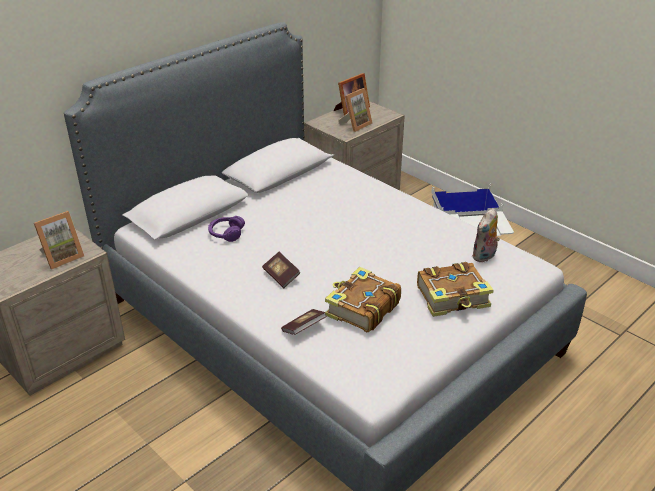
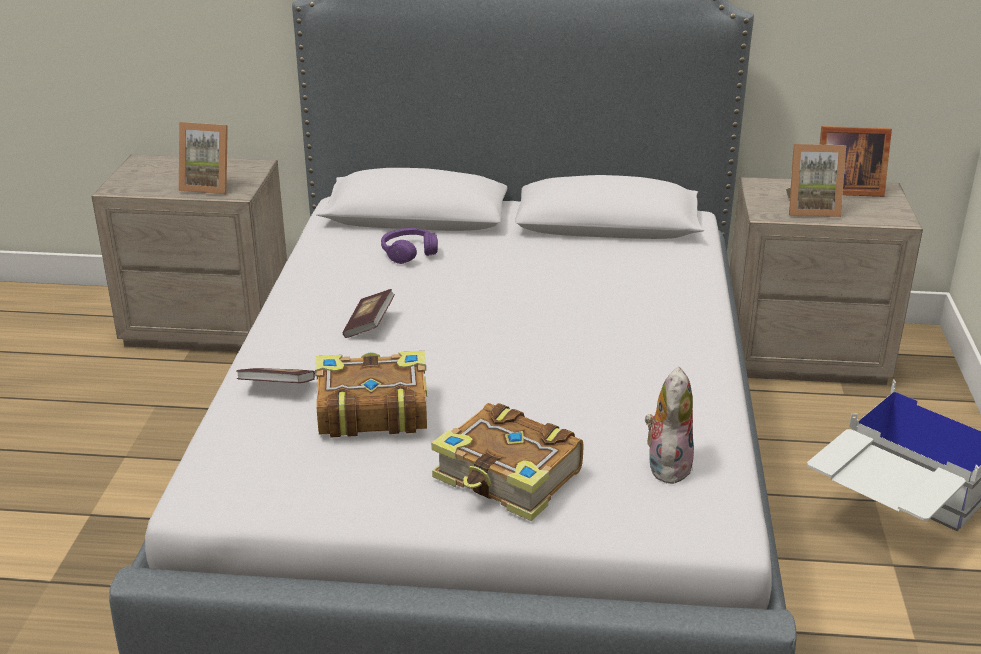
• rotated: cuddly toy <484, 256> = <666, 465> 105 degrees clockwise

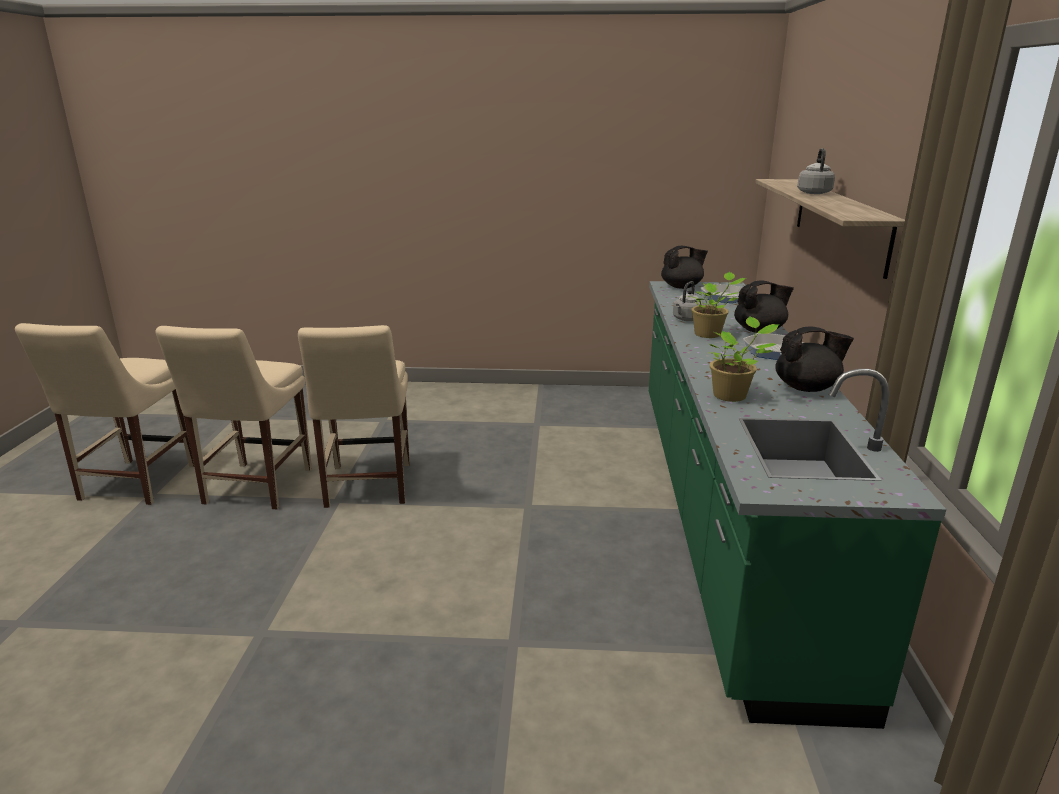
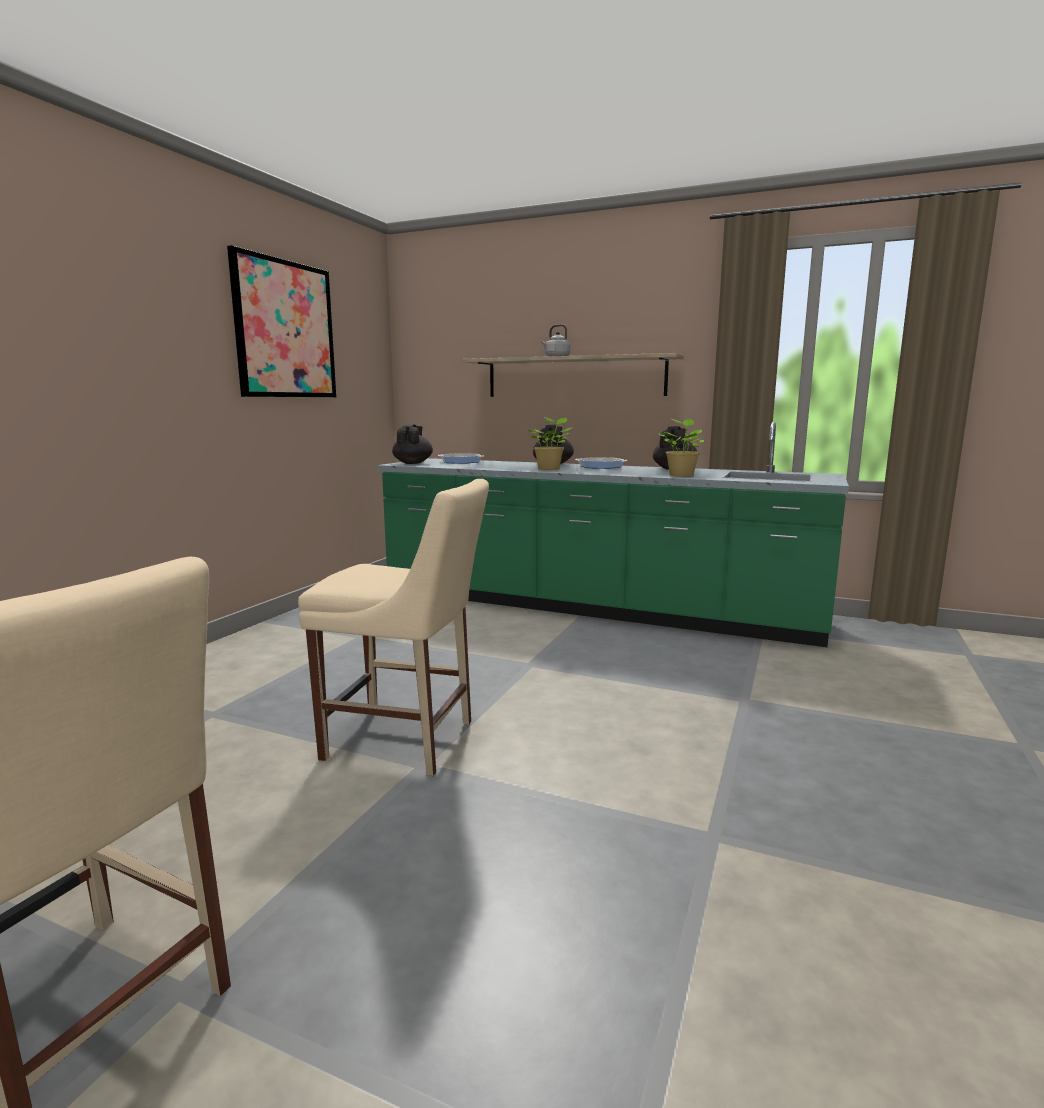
• new: picture <285, 330>
• gone: plain chair/beige <255, 488>
• gone: water kettle/gray <686, 319>

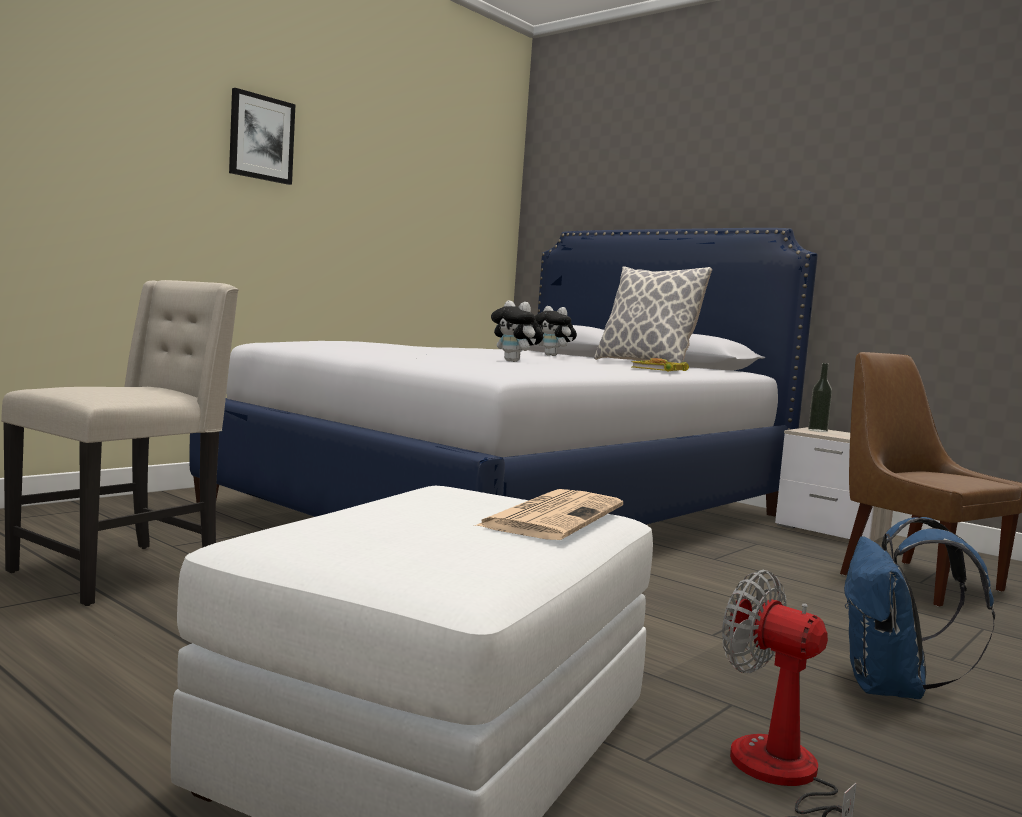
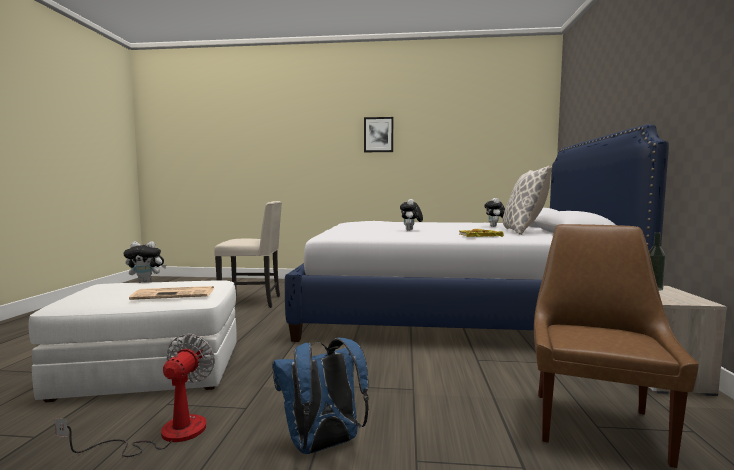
• new: cuddly toy <146, 281>

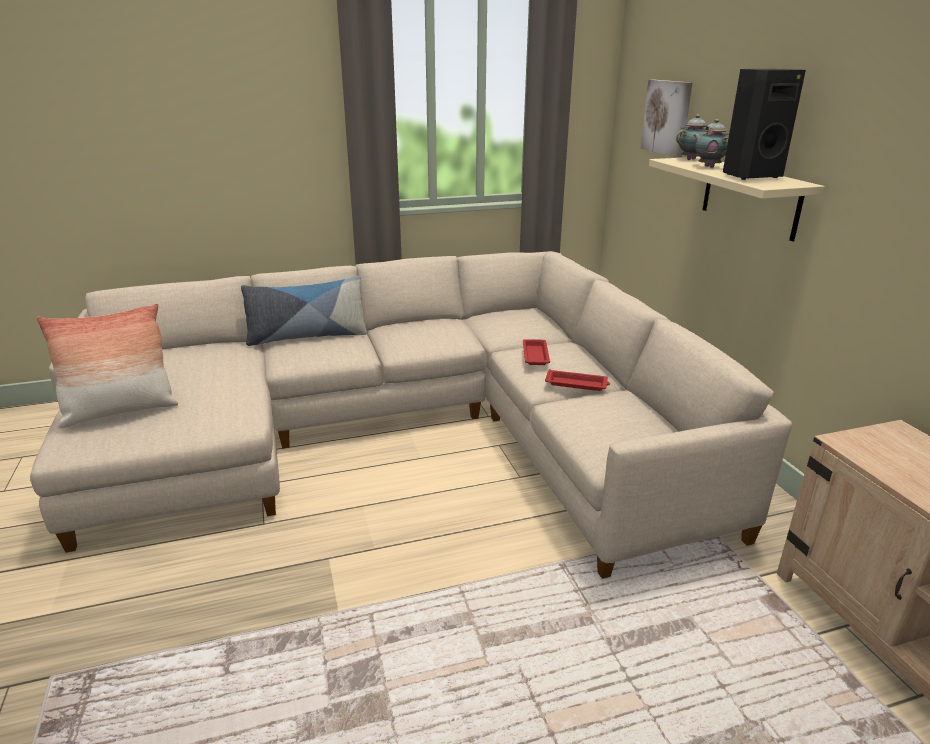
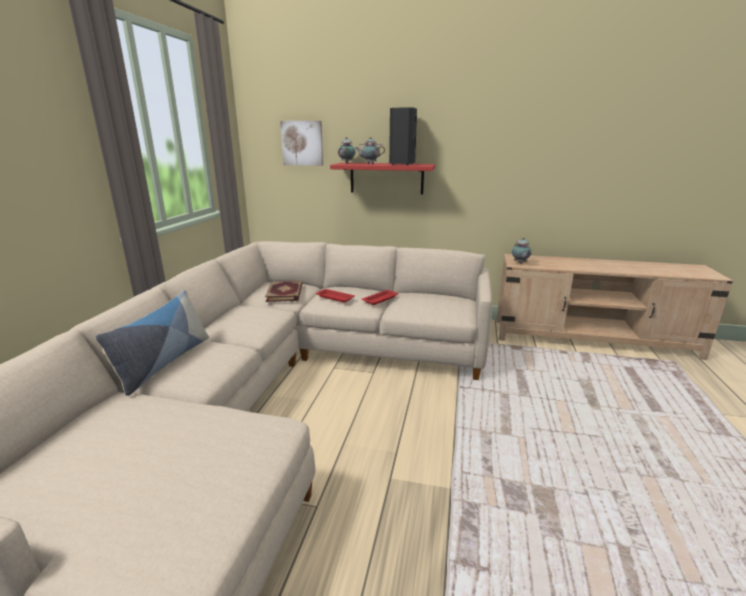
• new: volume <285, 293>
• repainted: shelf/beige <750, 197> to shelf/reddish <386, 178>
• new: teapot <520, 263>
• gone: throw pillow <121, 411>

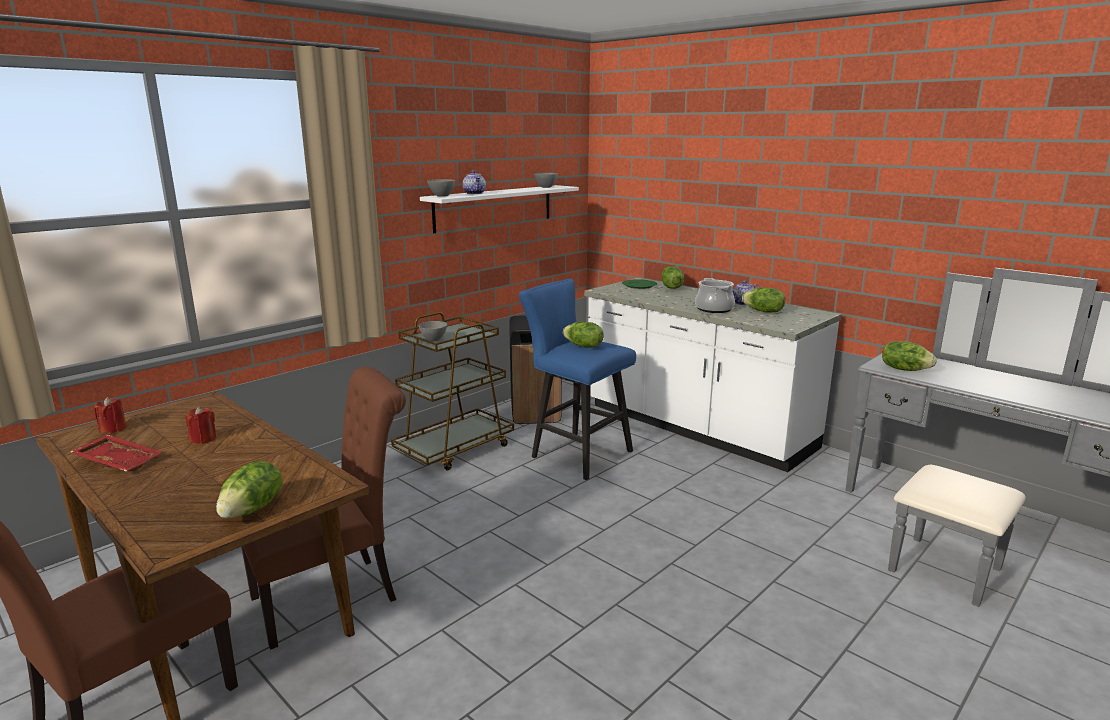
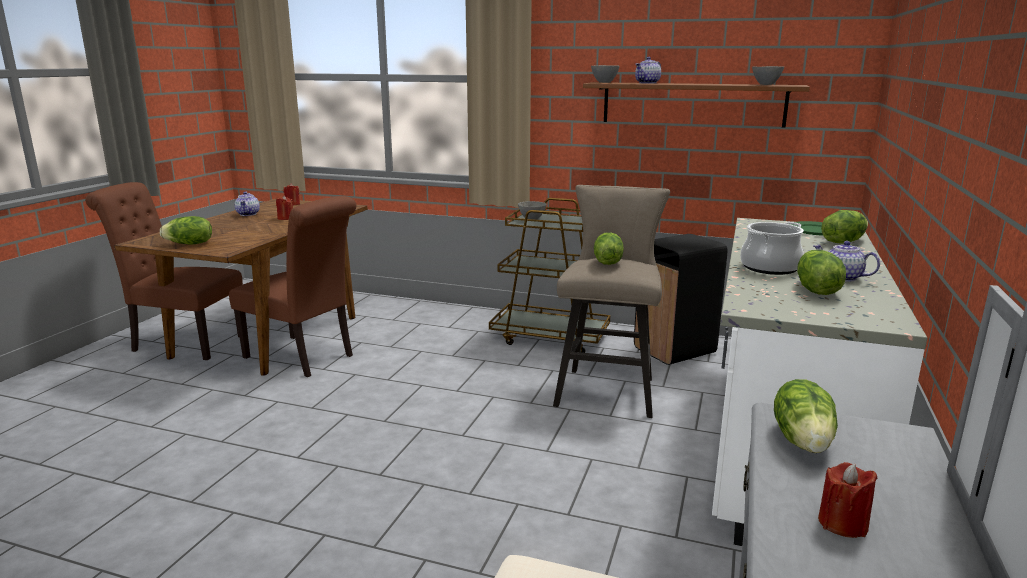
• swapped: serving tray/reddish <120, 461> to teapot <248, 214>
• repainted: stool/bluish <575, 453> to stool/beige <608, 389>
• repainted: shelf/white-coloured <494, 208> to shelf/brown <692, 104>
• new: wax candle/reddish <842, 523>

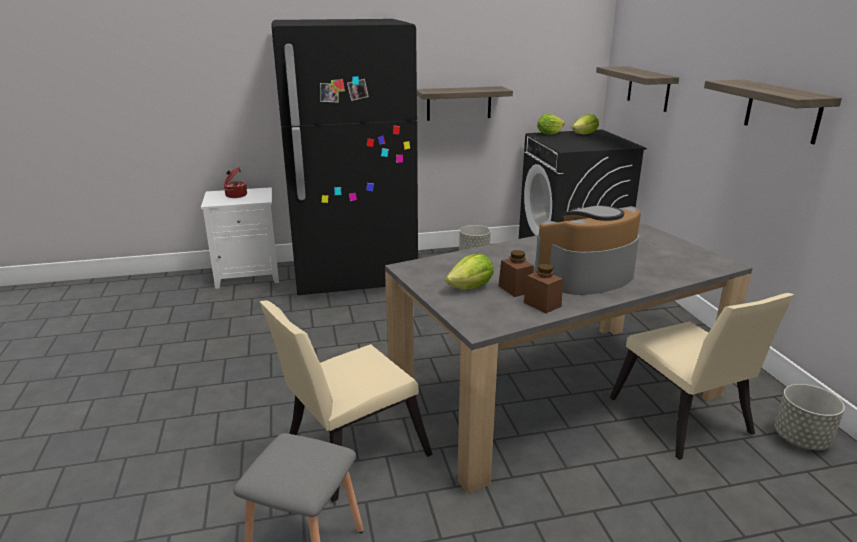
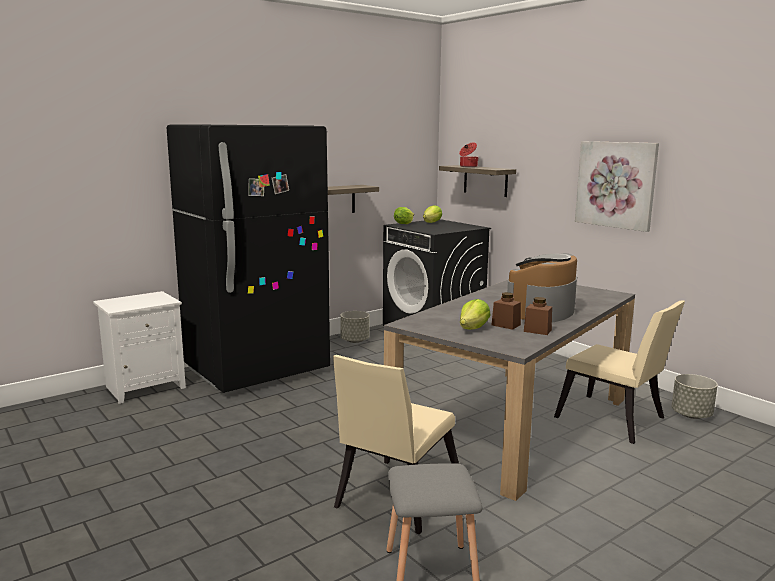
• shifted: stockpot <235, 195> to <468, 166>
• swapped: shelf <782, 111> to picture <616, 184>

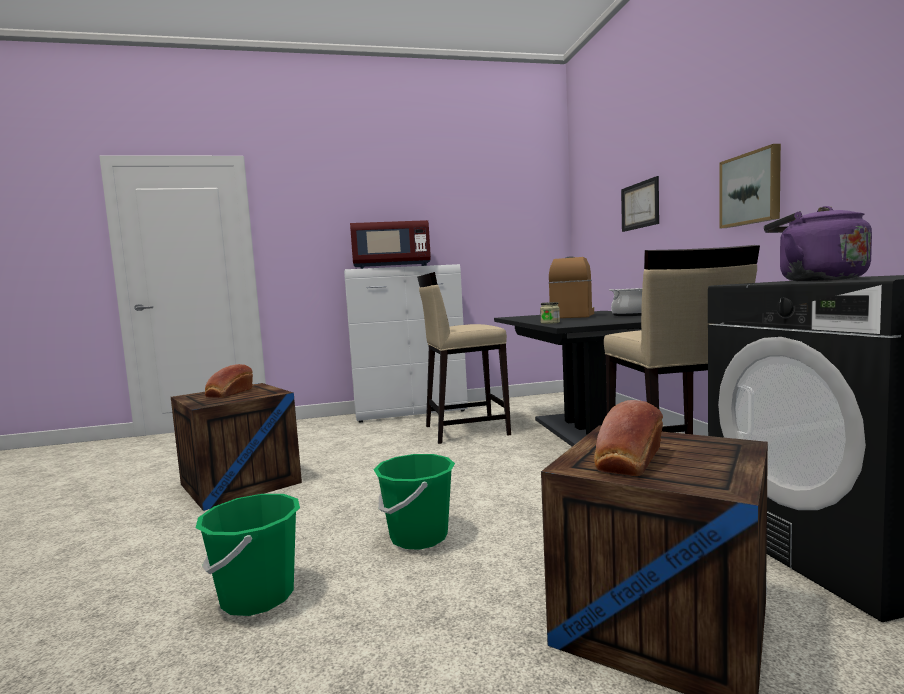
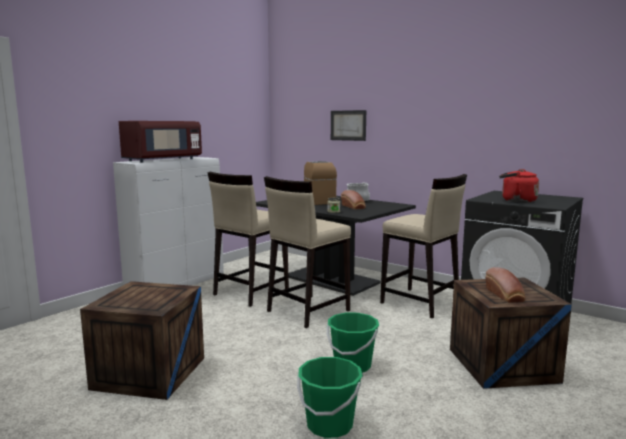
• new: stool/beige <307, 311>
• shifted: bread <228, 393> to <353, 207>
• repainted: water kettle/purplish <816, 280> to water kettle/reddish <516, 201>
• gone: picture <751, 189>

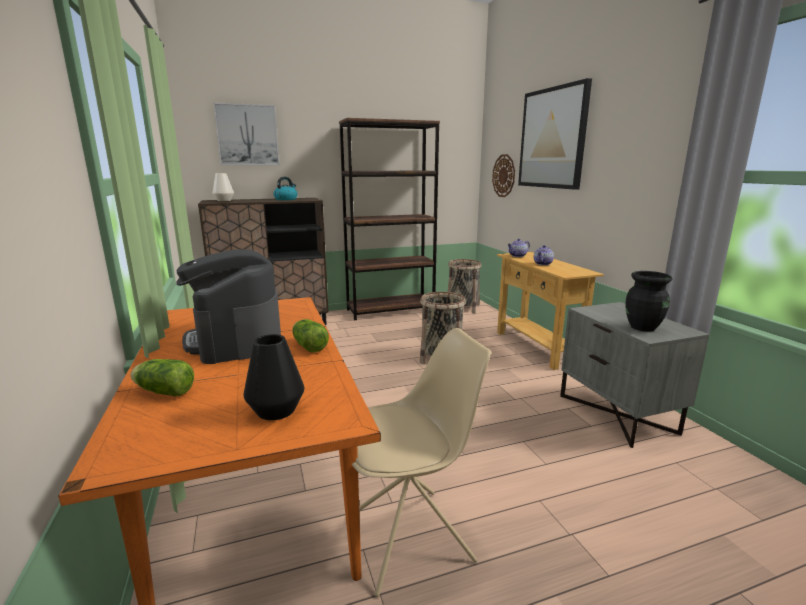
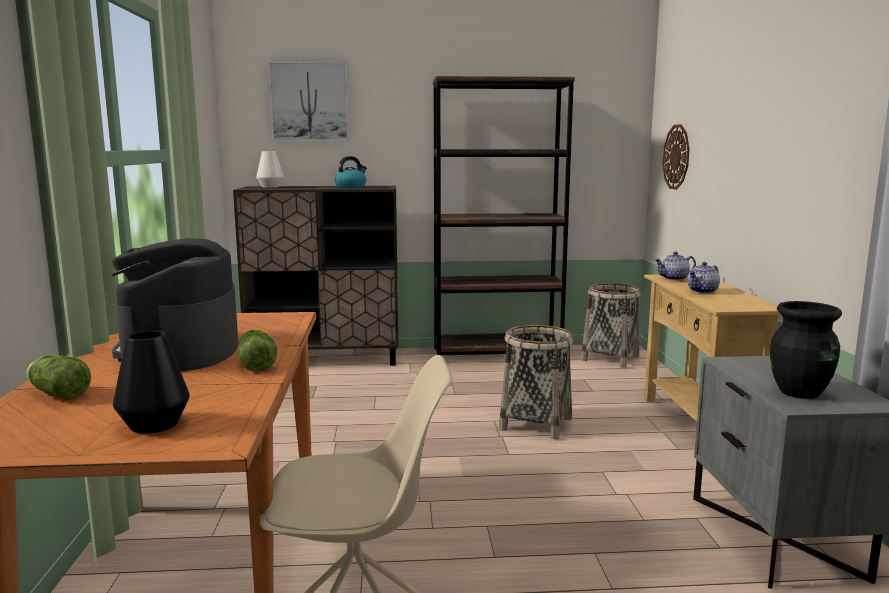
• gone: picture <552, 138>

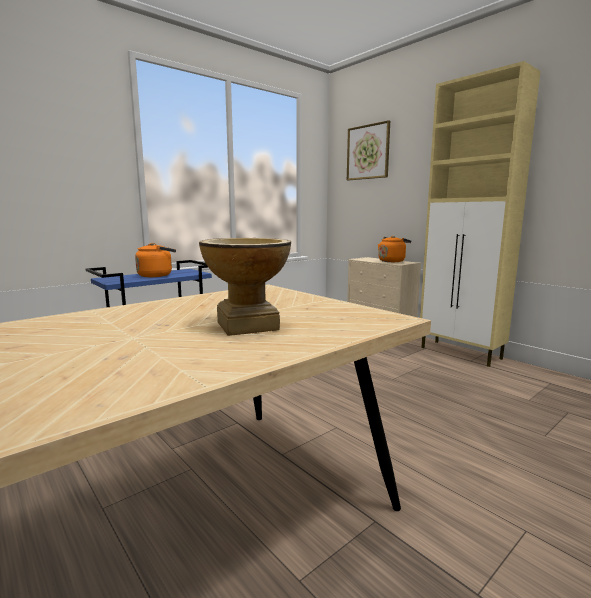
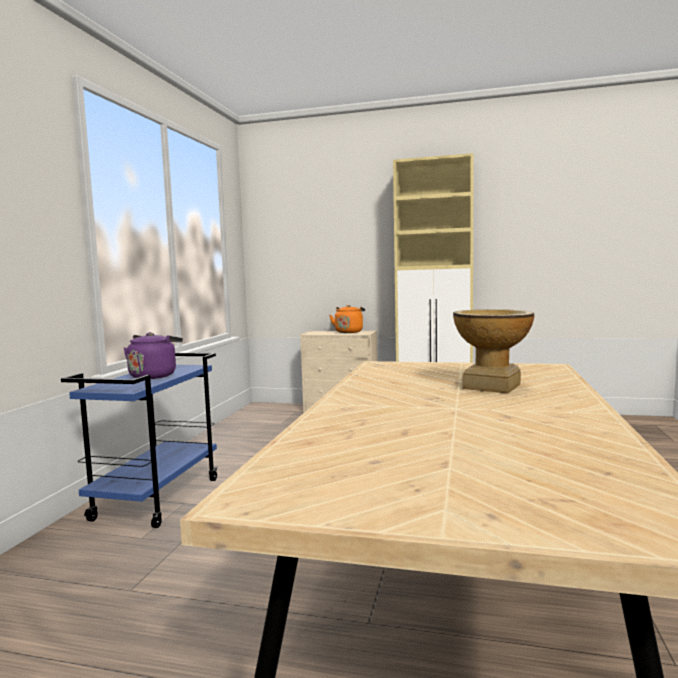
• repainted: water kettle/orange-coloured <157, 275> to water kettle/purplish <154, 376>
• gone: picture <368, 152>

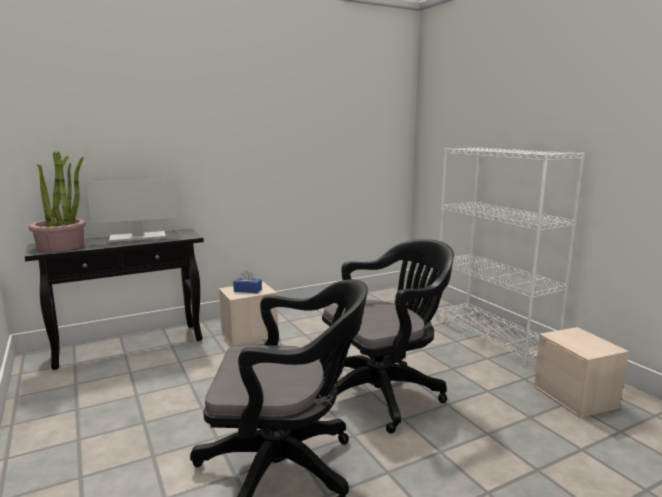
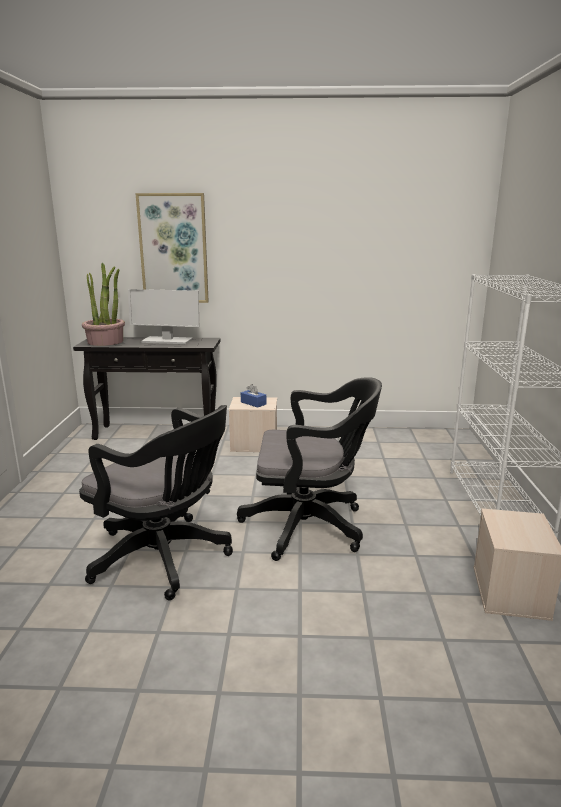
• new: picture <173, 249>

